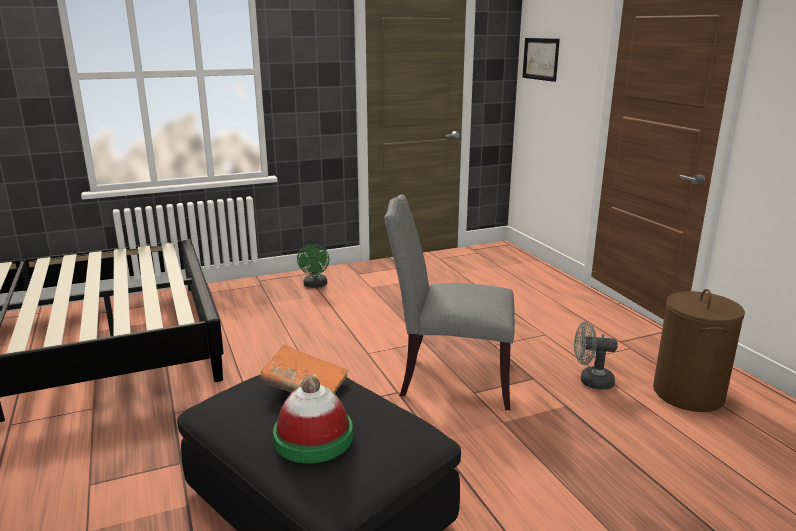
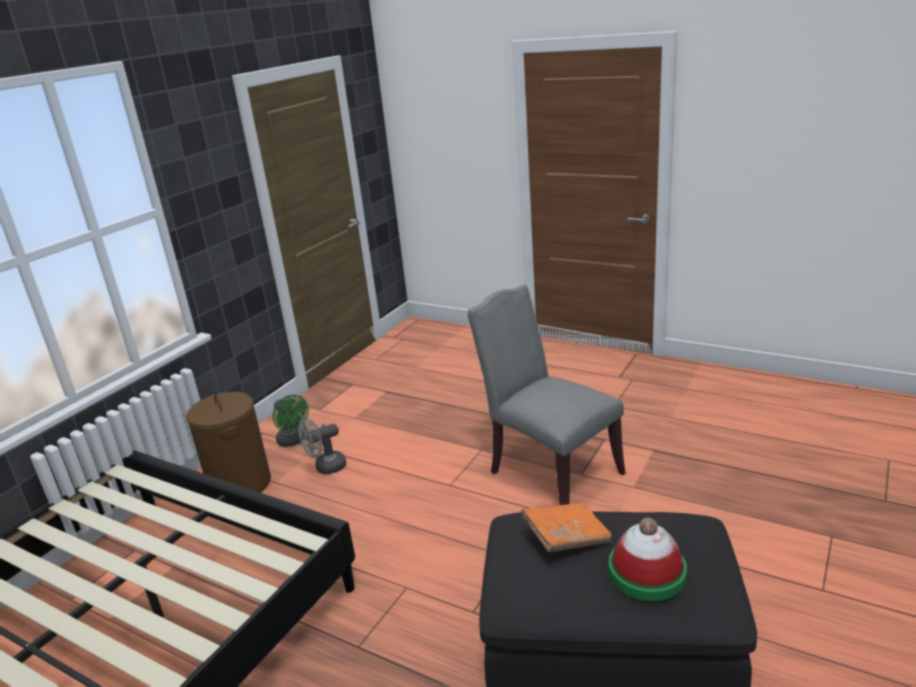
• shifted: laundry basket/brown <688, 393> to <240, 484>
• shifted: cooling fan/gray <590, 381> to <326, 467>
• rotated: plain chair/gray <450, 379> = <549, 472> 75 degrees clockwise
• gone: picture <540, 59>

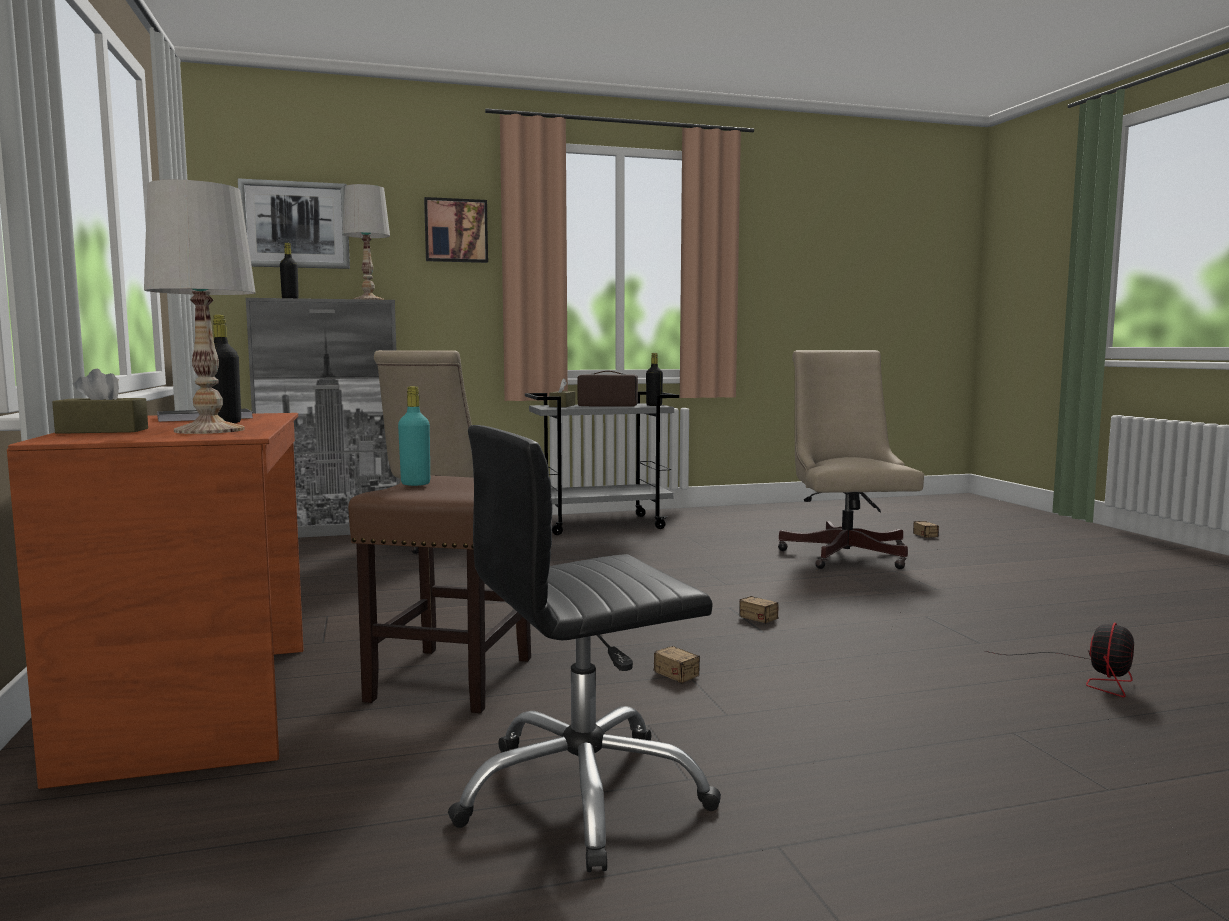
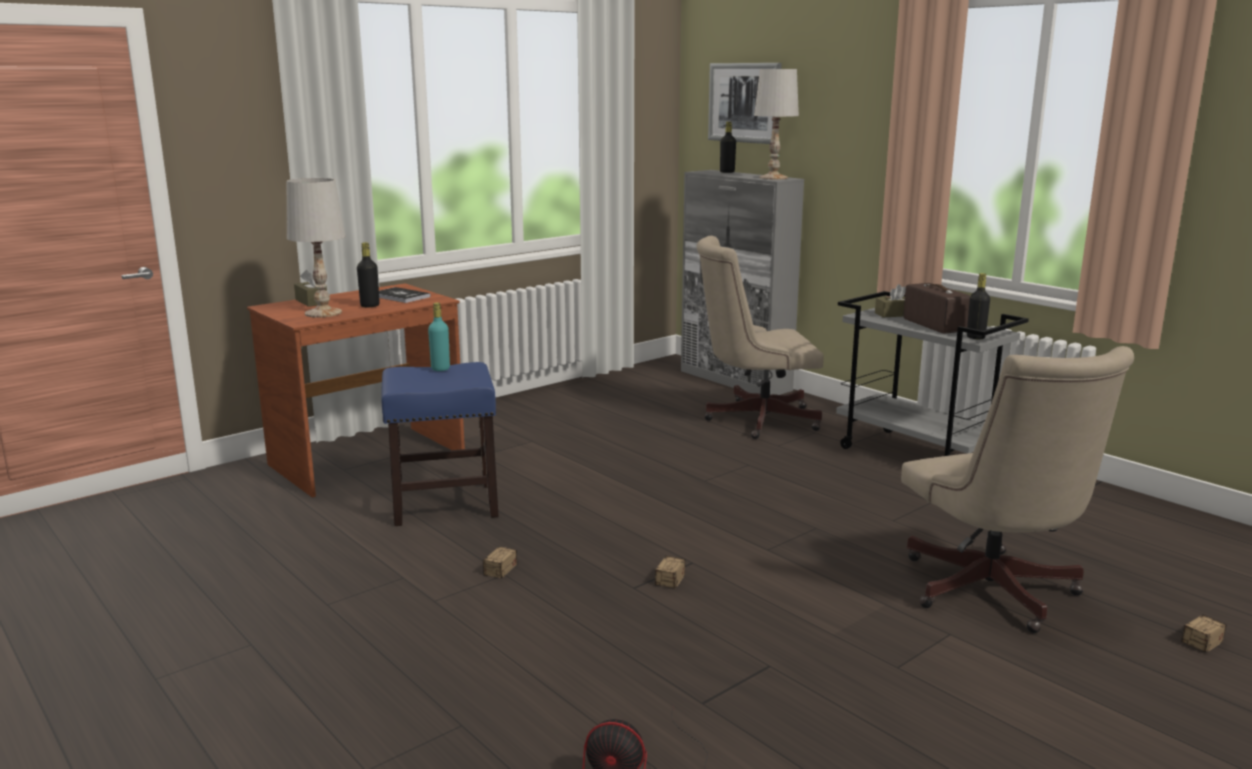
• repainted: stool/brown <451, 679> to stool/bluish <443, 505>
• rotated: computer chair/beige <845, 553> = <993, 595> 105 degrees clockwise
• gone: picture <456, 231>
• gone: computer chair/black <583, 795>

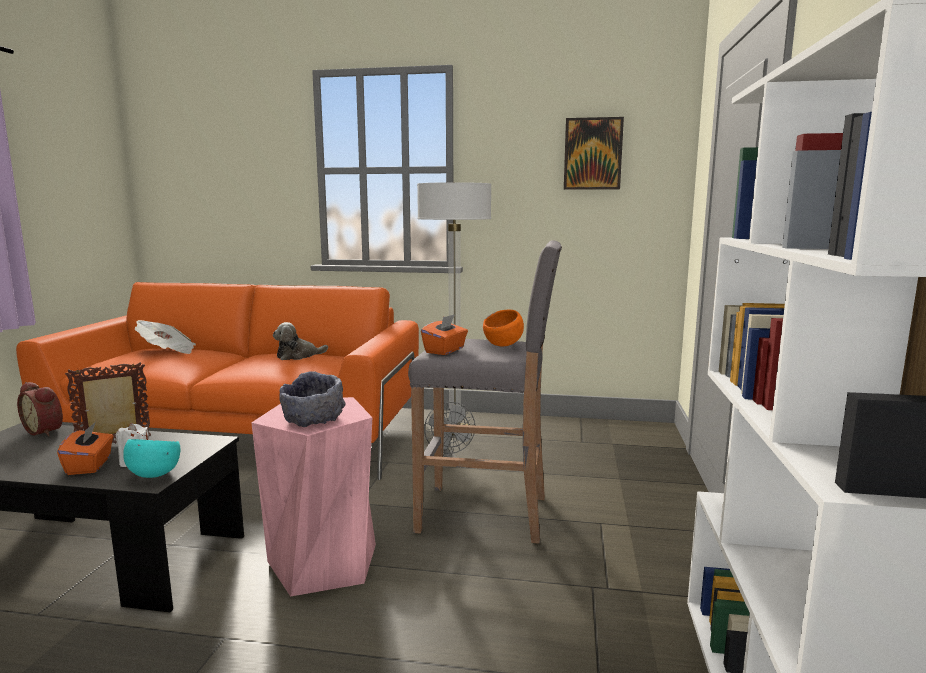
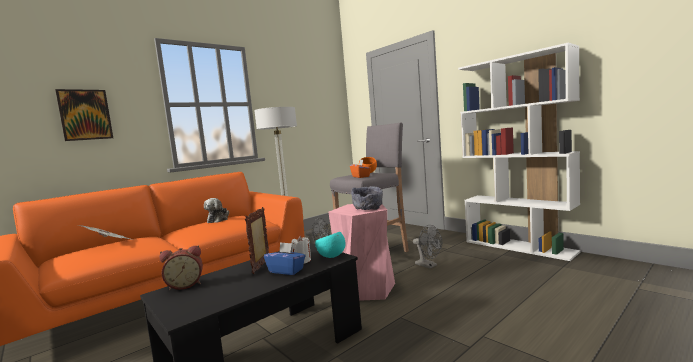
• shifted: picture <592, 154> to <85, 115>
• repainted: tissue holder/orange-coloured <90, 465> to tissue holder/bluish <286, 270>
• new: cooling fan/gray <429, 265>

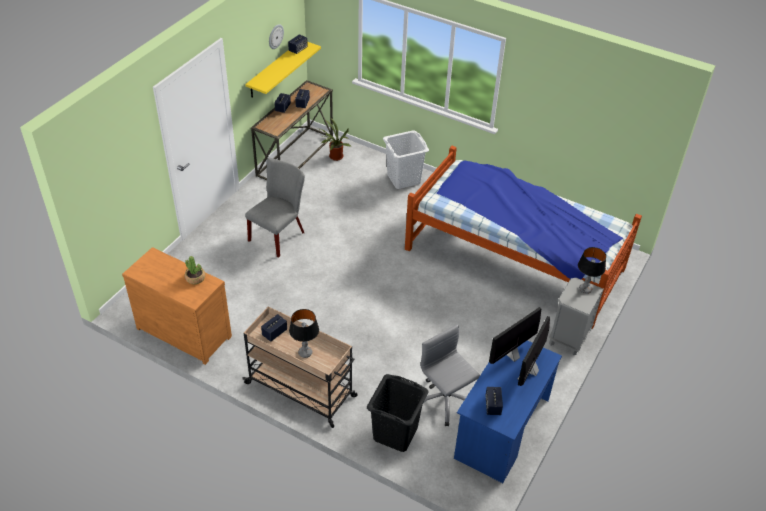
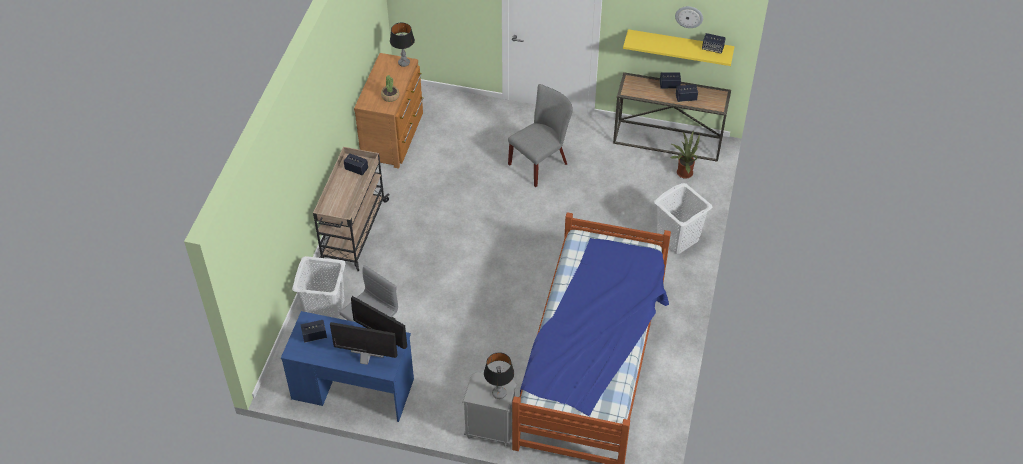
• repainted: laundry basket/black <395, 433> to laundry basket/white-coloured <325, 309>
• shifted: table lamp <305, 353> to <404, 63>
• rotated: plain chair/gray <279, 235> = <541, 162> 60 degrees counterclockwise

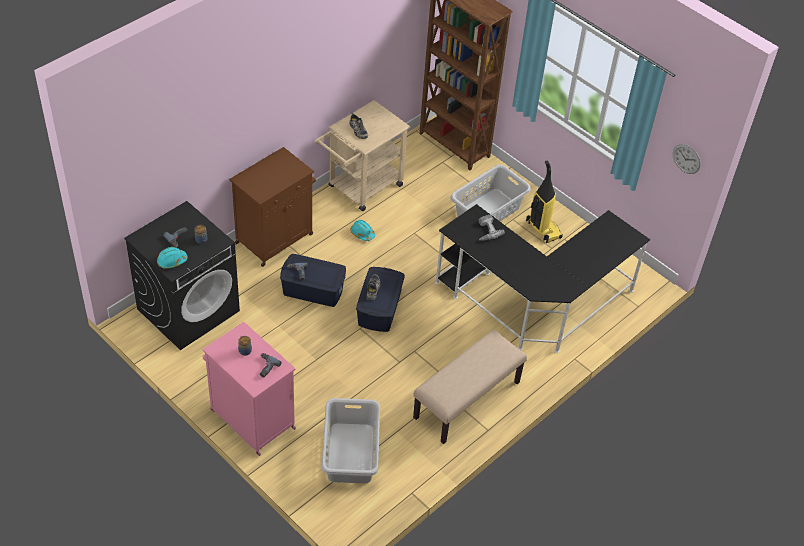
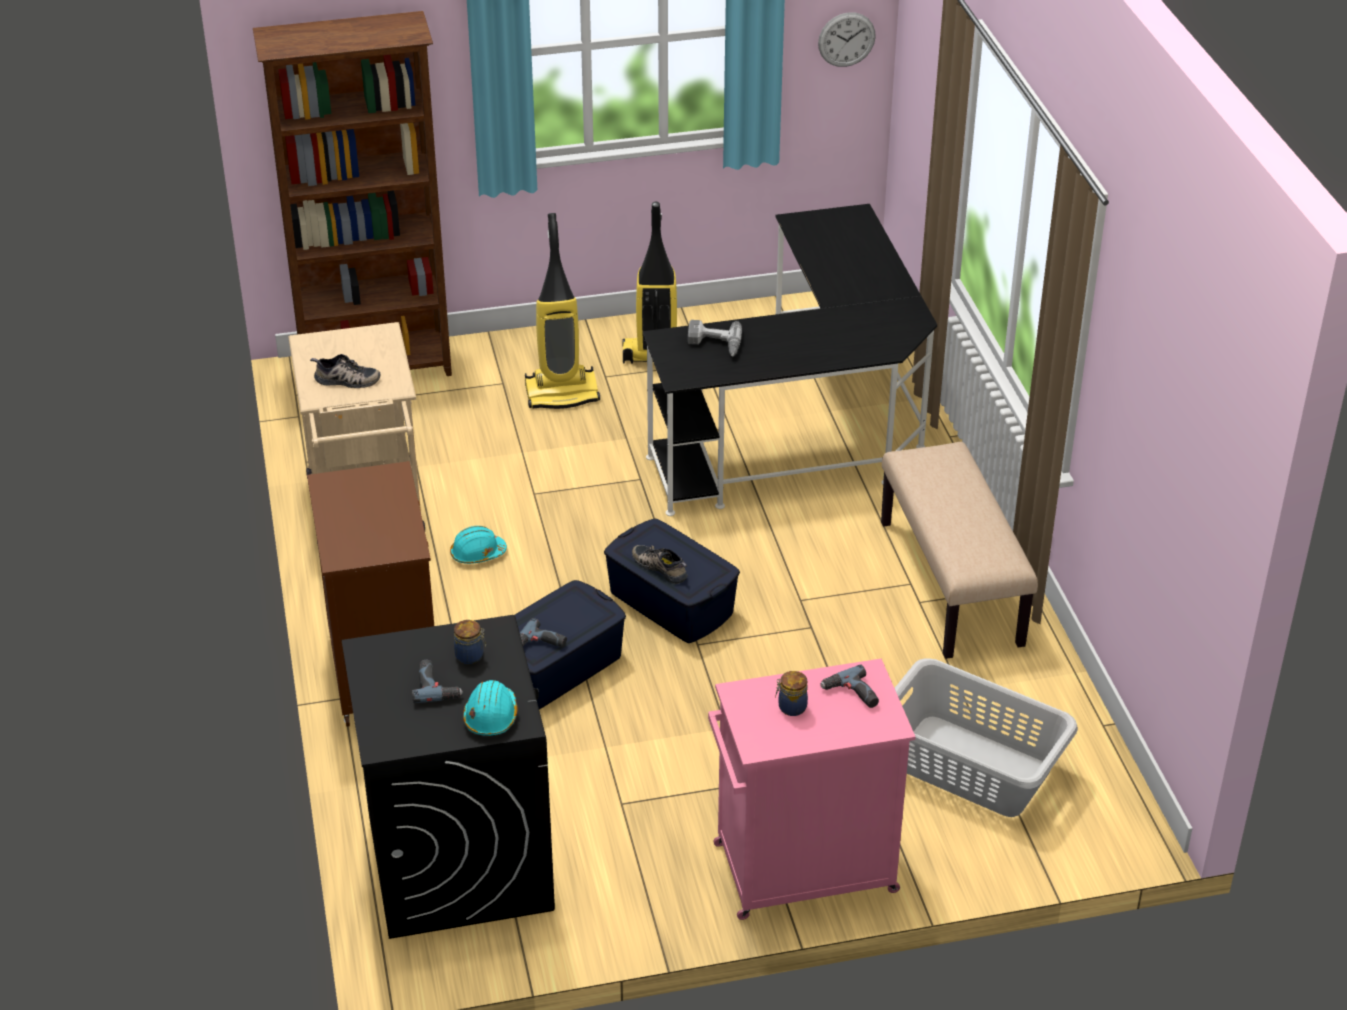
• swapped: laundry basket/gray <488, 211> to vacuum cleaner <562, 393>

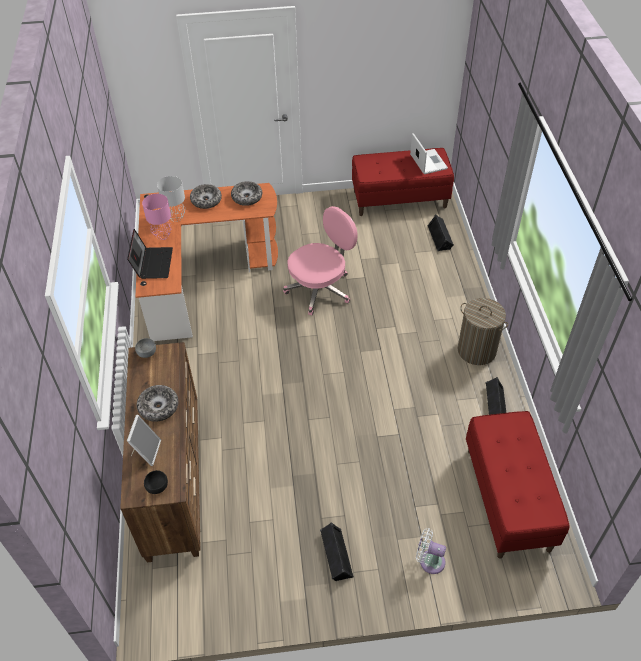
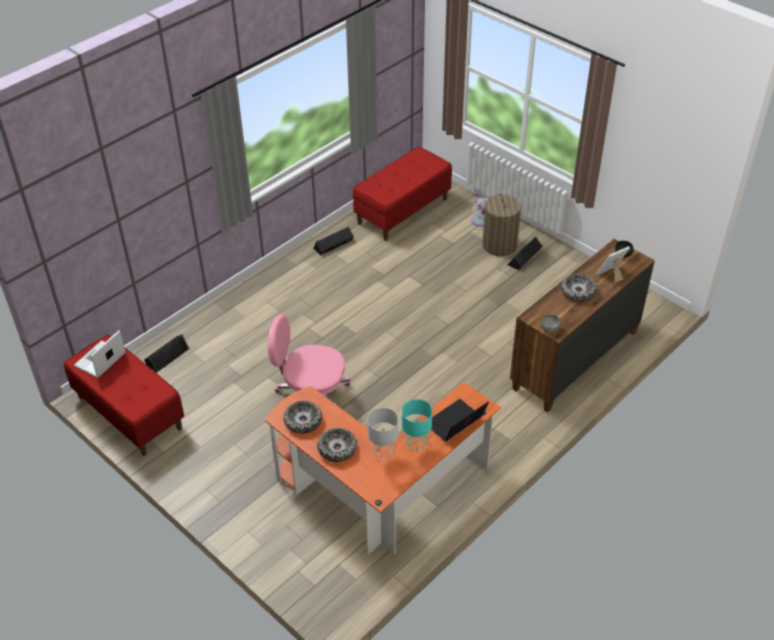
• repainted: table lamp/pinkish <162, 236> to table lamp/turquoise <417, 444>
• shifted: laundry basket <476, 350> to <499, 245>

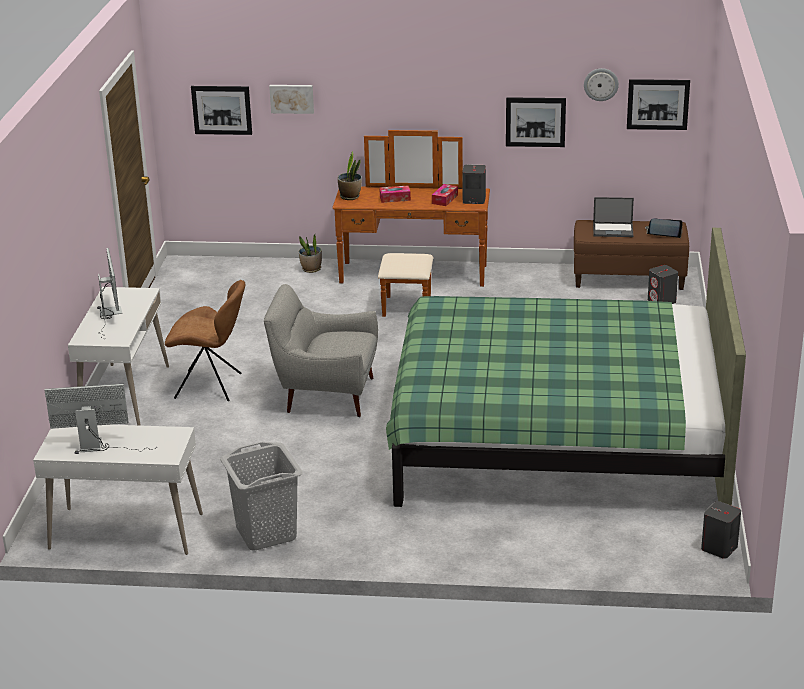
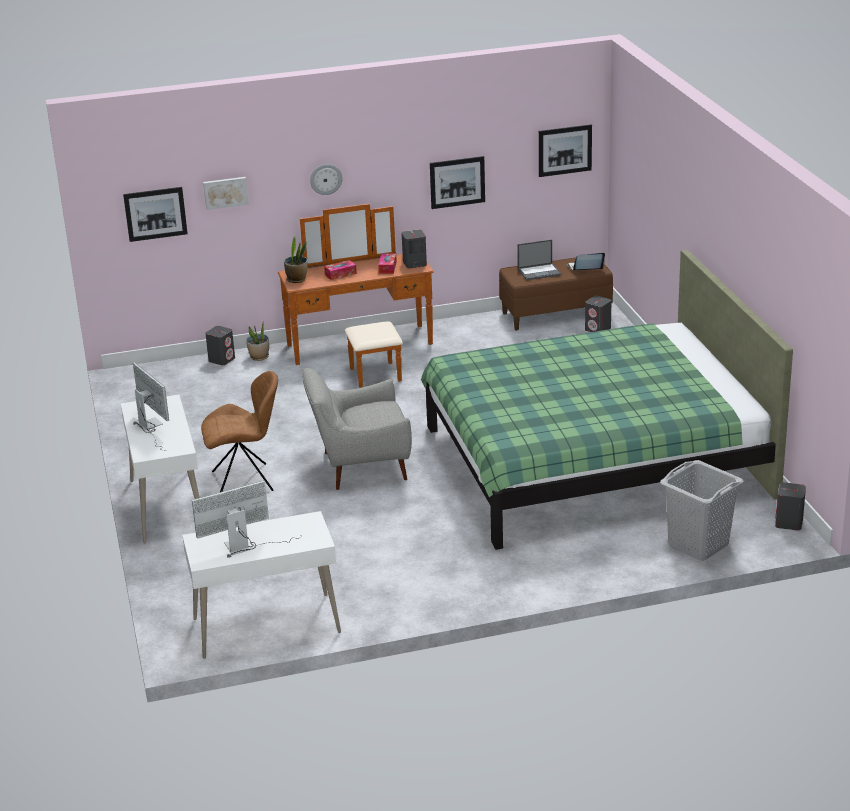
• new: audio speaker/gray <222, 359>
• shifted: hanging clock <601, 84> to <326, 179>
• shifted: laundry basket/gray <266, 533> to <698, 545>

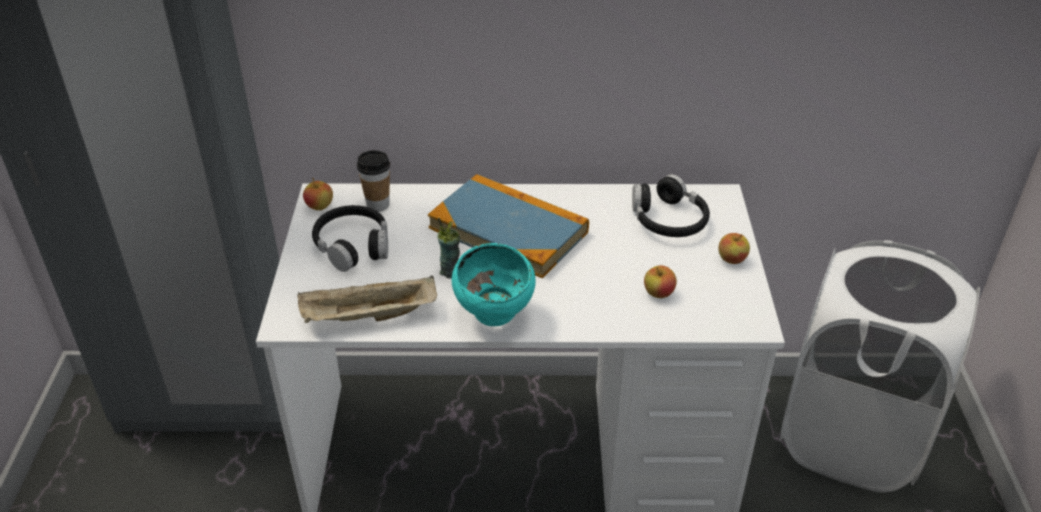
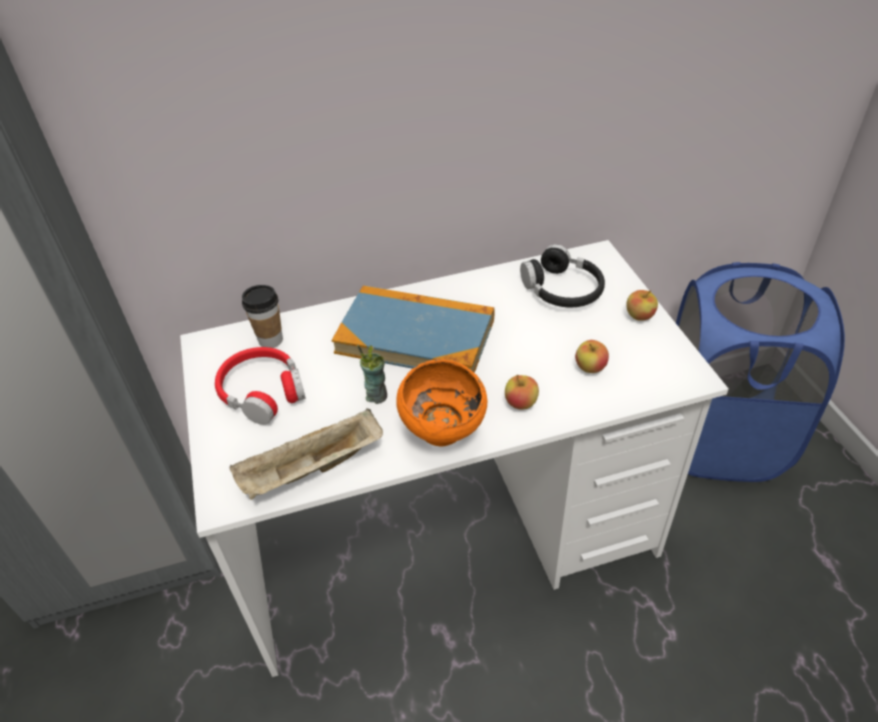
• repainted: headset/black <353, 246> to headset/reddish <263, 392>
• repainted: deep dish/turquoise <496, 317> to deep dish/orange-coloured <445, 434>
• shifted: apple <319, 206> to <521, 403>
• repainted: laundry basket/white-coloured <851, 438> to laundry basket/bluish <718, 439>

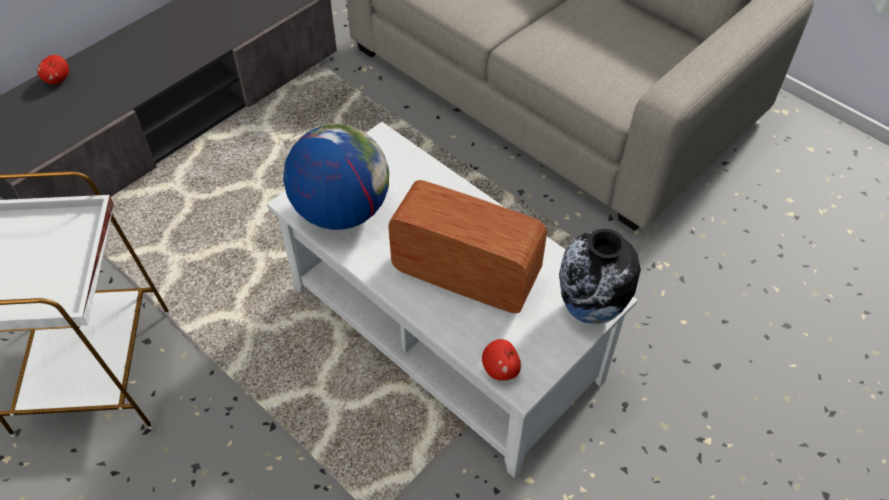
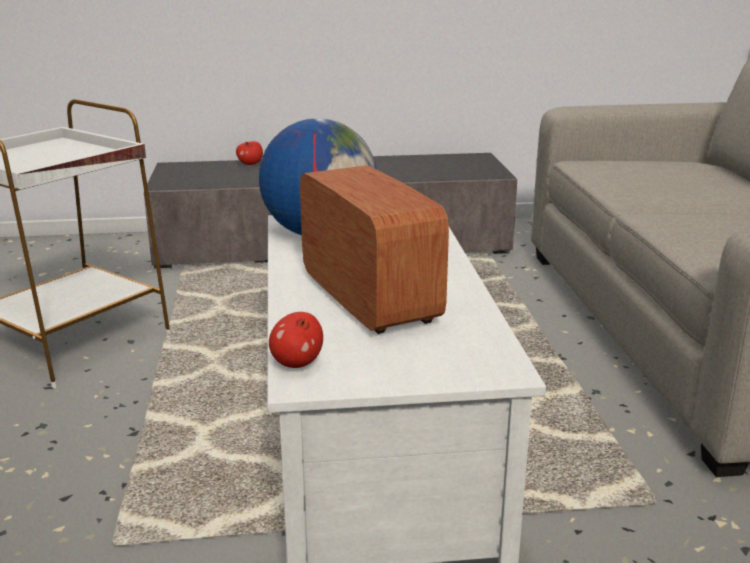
• gone: vase <590, 311>

